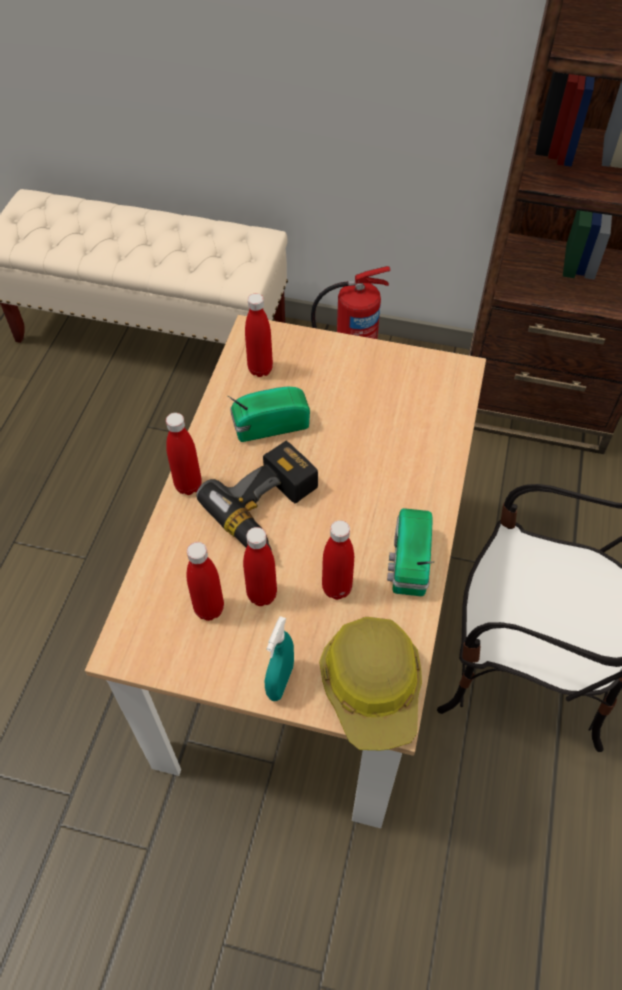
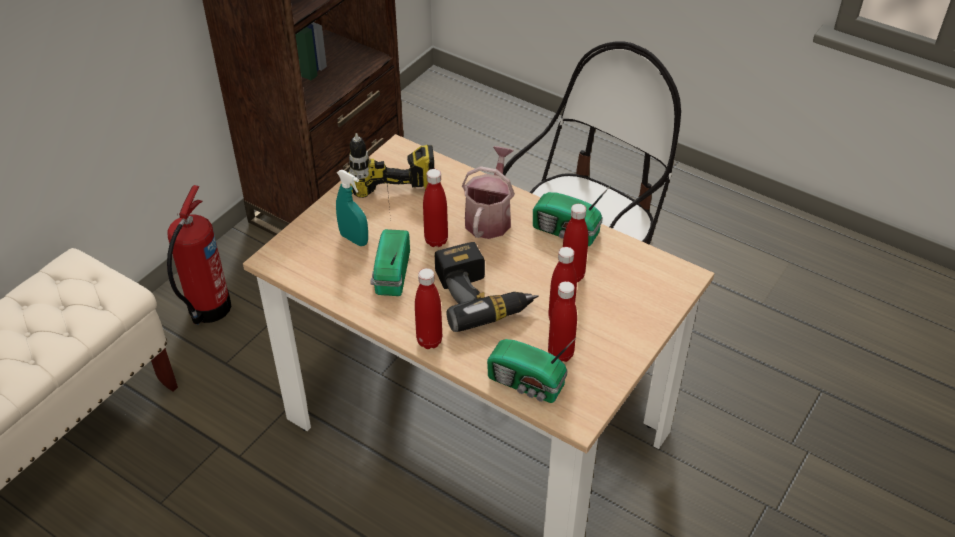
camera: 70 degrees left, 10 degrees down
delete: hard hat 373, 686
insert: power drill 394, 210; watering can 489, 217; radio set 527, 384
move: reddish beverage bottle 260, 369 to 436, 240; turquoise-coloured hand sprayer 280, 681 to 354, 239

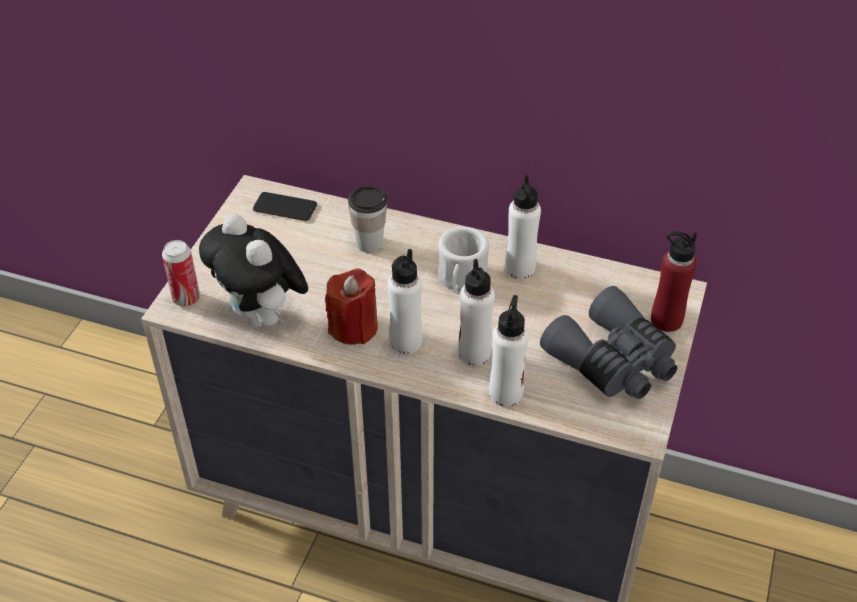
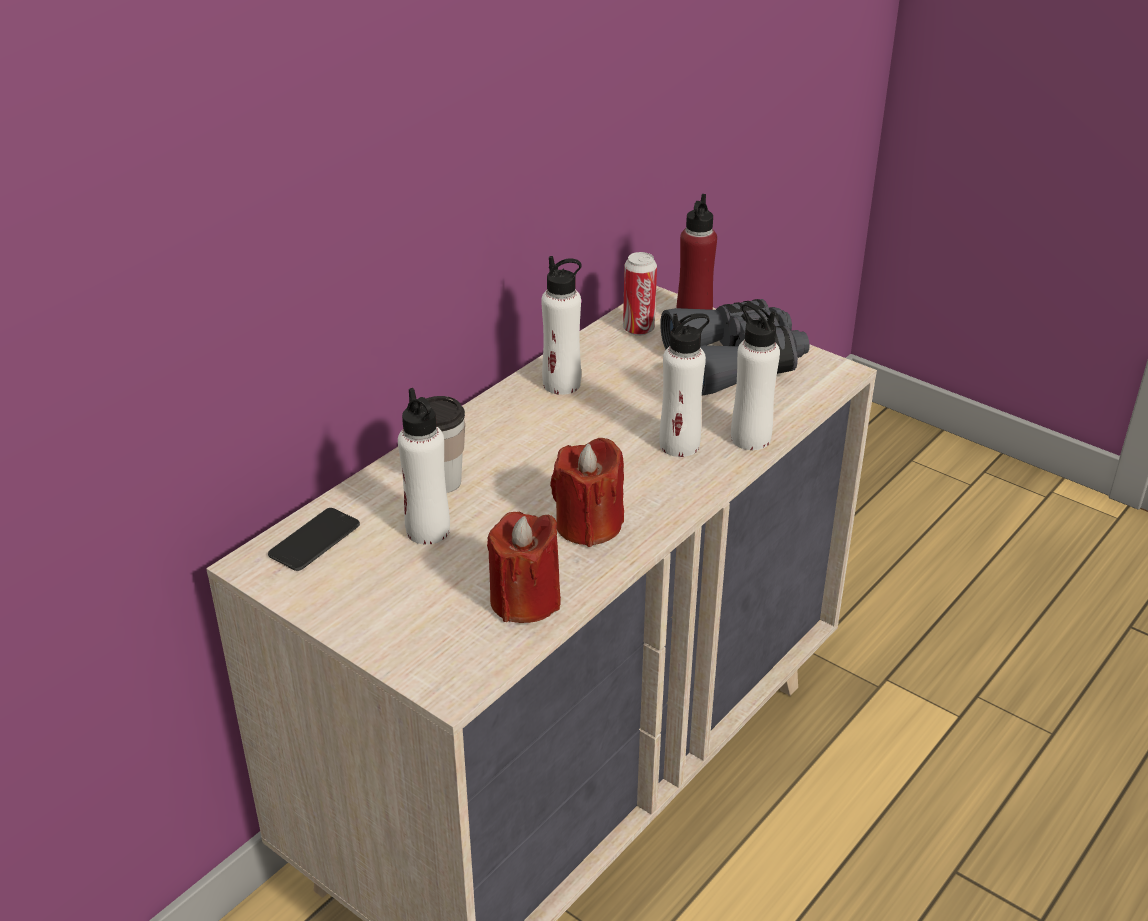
camera: 70 degrees left, 10 degrees down
delete: whitish mug 461, 280
move: sealed can 186, 298 to 638, 329; whitish beverage bottle 405, 341 to 428, 531
replace: plush toy 262, 317 to reddish candle 525, 600

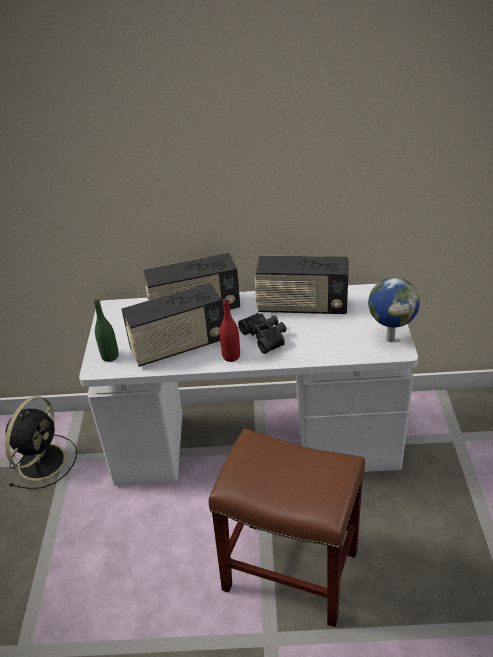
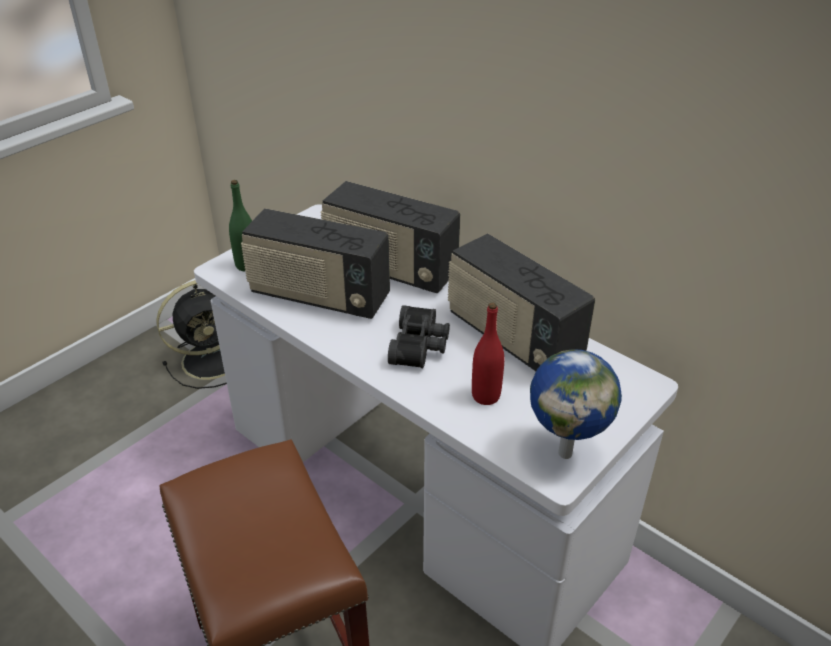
camera: 40 degrees right, 0 degrees up
move: reddish beverage bottle 231, 356 to 486, 396

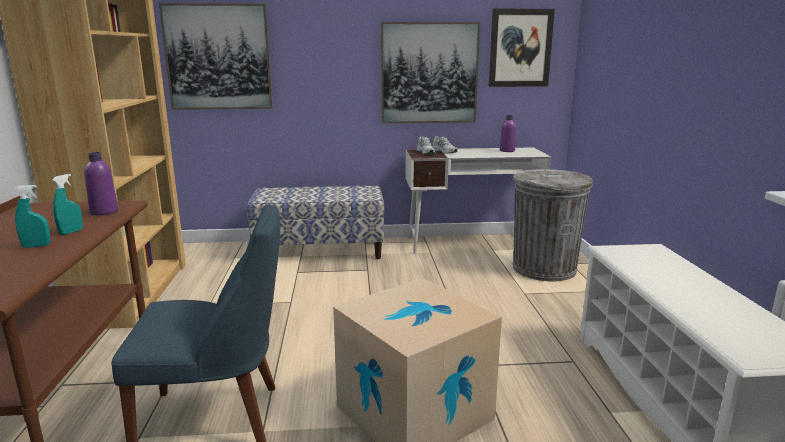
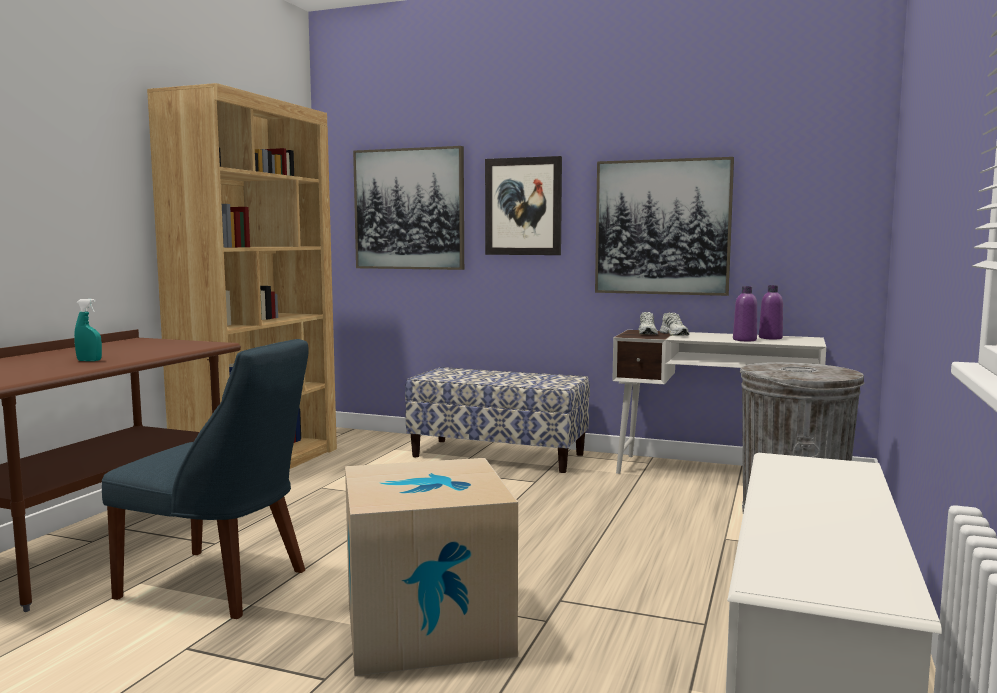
camera: 25 degrees right, 10 degrees down
delete: turquoise-coloured hand sprayer 71, 232
move: picture 520, 48 to 523, 206; purple-coloured beverage bottle 104, 212 to 744, 340

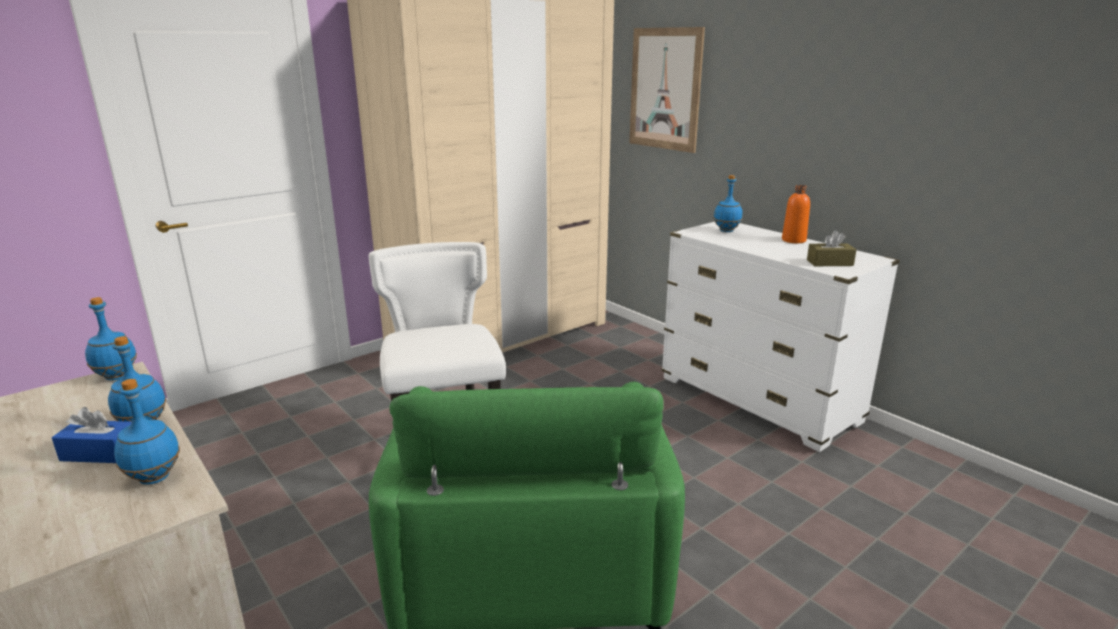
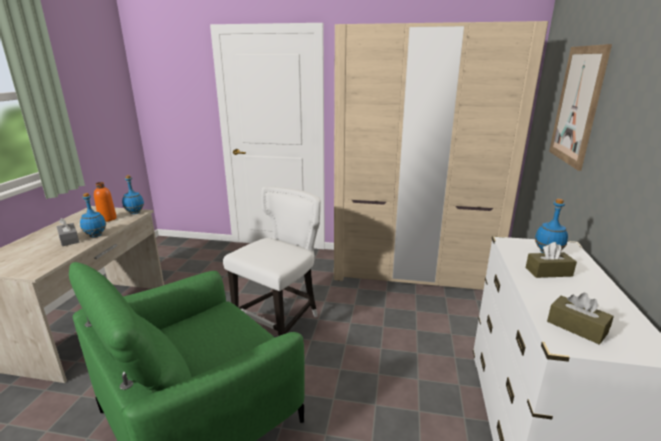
camera: 50 degrees right, 0 degrees up
delete: bluish beverage bottle 153, 478
insert: brownish tissue holder 548, 272
move: orange-coloured beverage bottle 793, 240 to 107, 219
recolor: bluish tissue holder 101, 453 to greyish tissue holder 69, 239

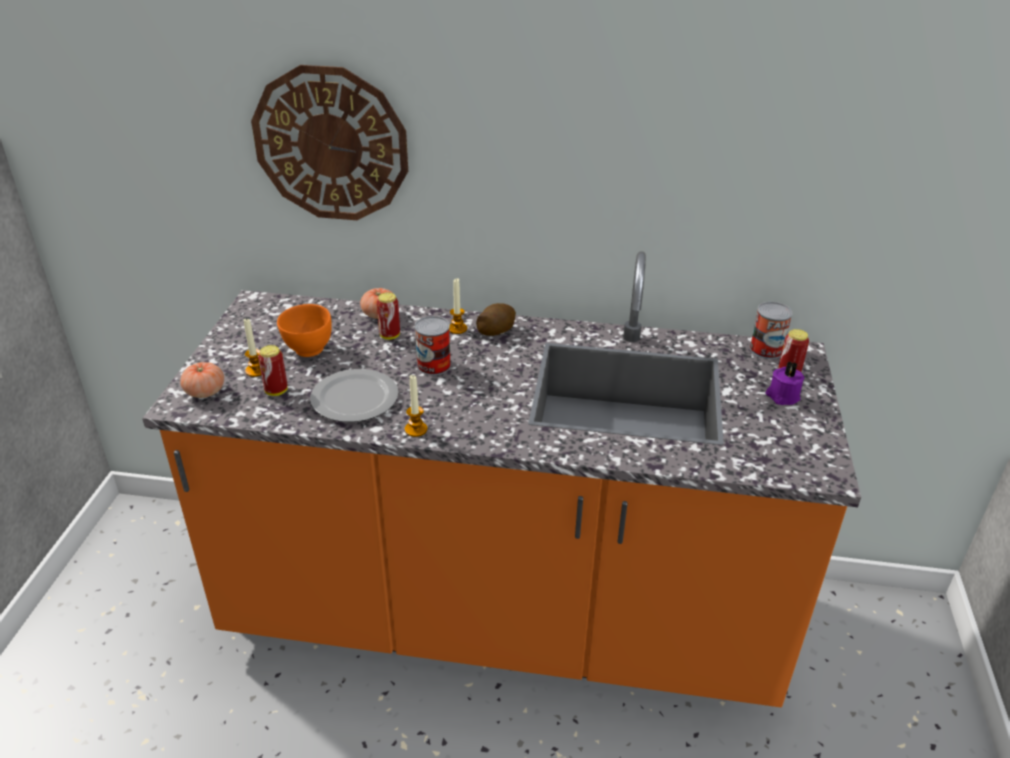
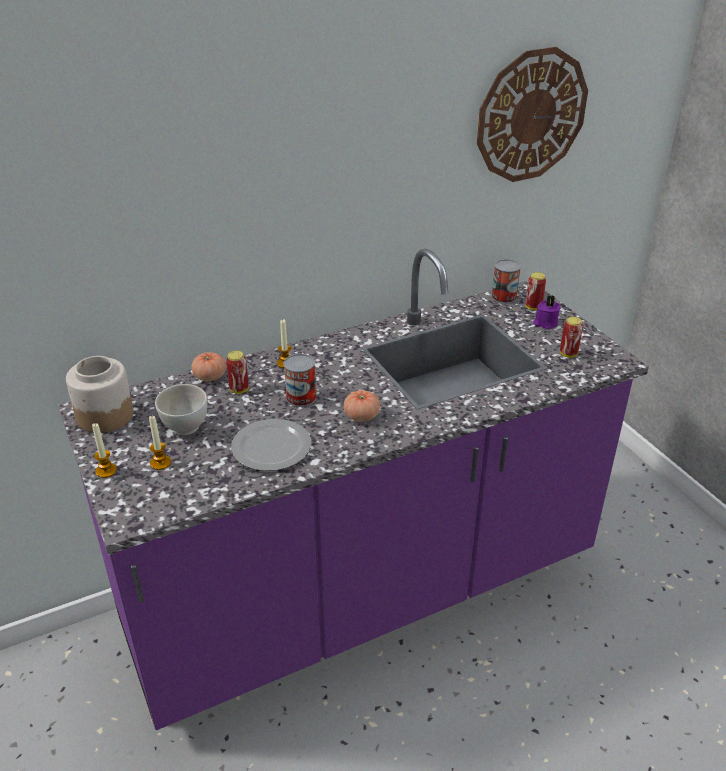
camera: 35 degrees left, 0 degrees up
delete: spud 496, 330
insert: jar 104, 415
move: hanging clock 331, 144 to 531, 116; sealed can 276, 391 to 568, 354; whole tomato 205, 392 to 361, 416; candle 416, 429 to 106, 471
recolor: orange-coloured kitchen base unit 501, 619 to purple-coloured kitchen base unit 362, 595; orange-coloured deep dish 308, 350 to whitish deep dish 185, 428

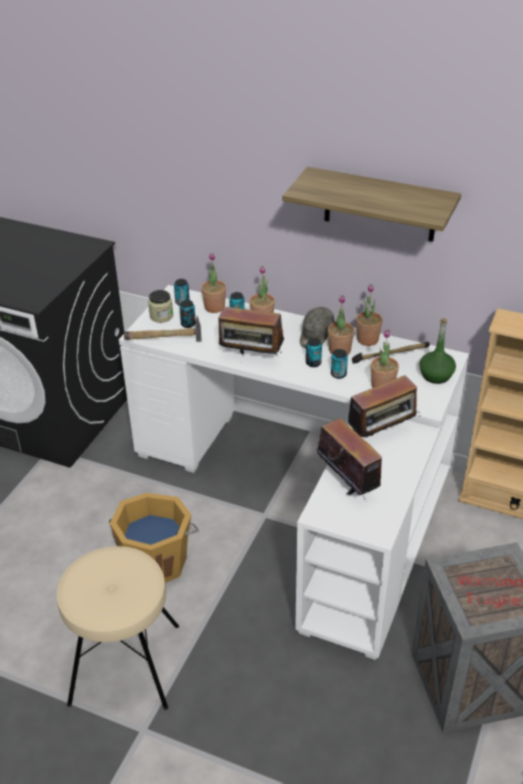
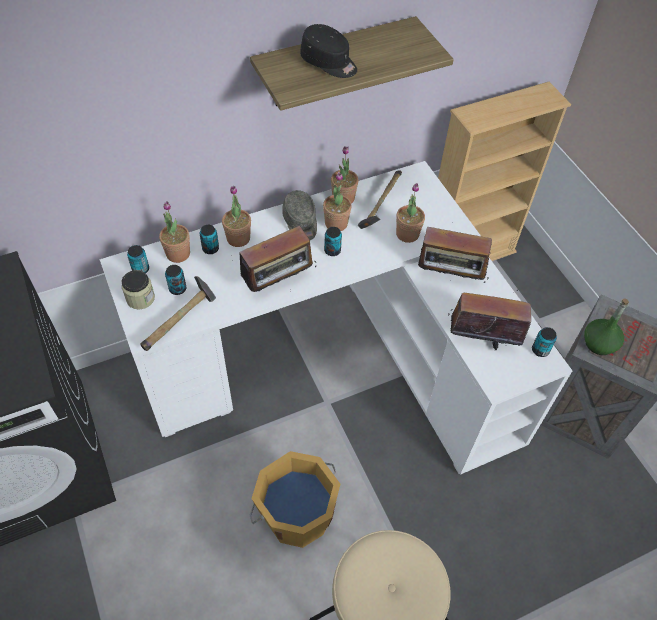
camera: 50 degrees left, 15 degrees up
insert: black-coloured peaked cap 329, 63
move: green beverage bottle 436, 375 to 599, 343; sealed can 338, 374 to 540, 350
rotate: radio set 382, 434 = 449, 277 90 degrees clockwise

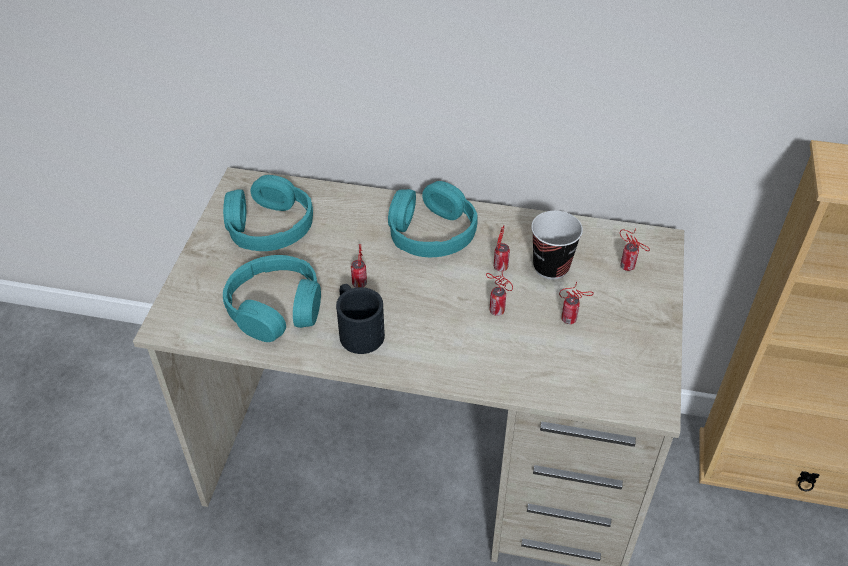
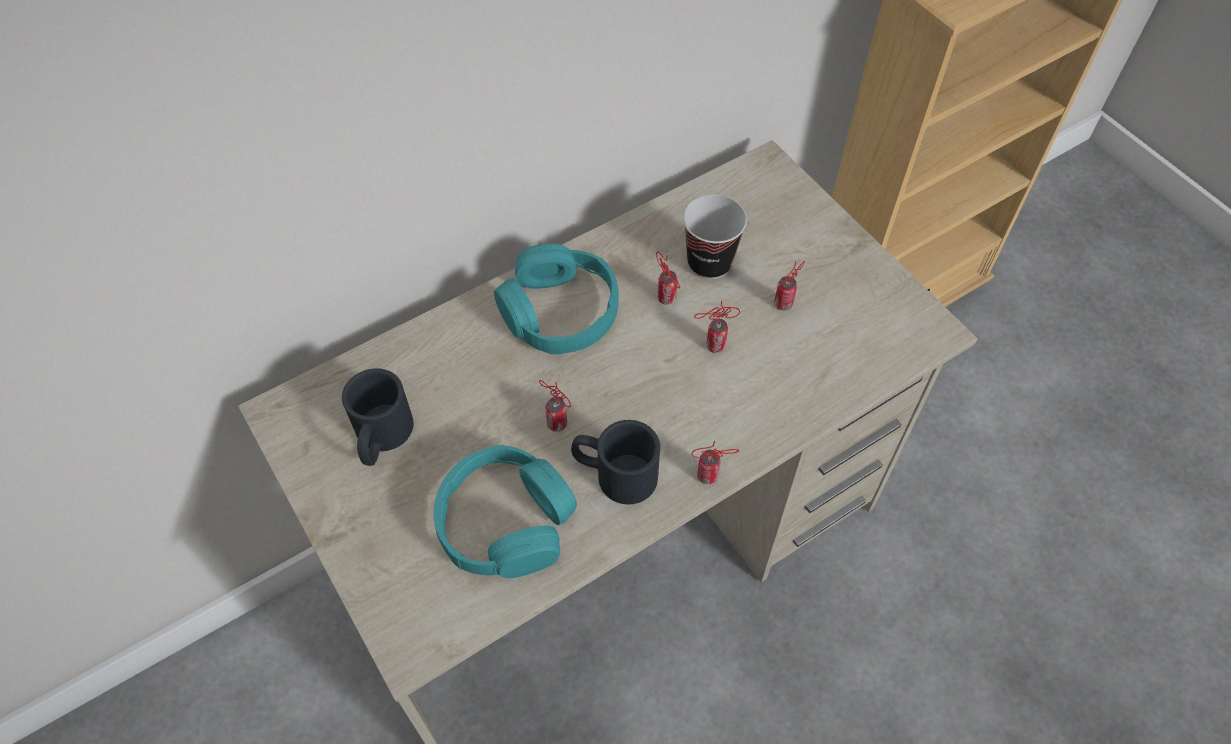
camera: 45 degrees left, 10 degrees up
move: sealed can 629, 267 to 710, 475
replace: turquoise-coloured pair of headphones 269, 226 to black-coloured mug 381, 438

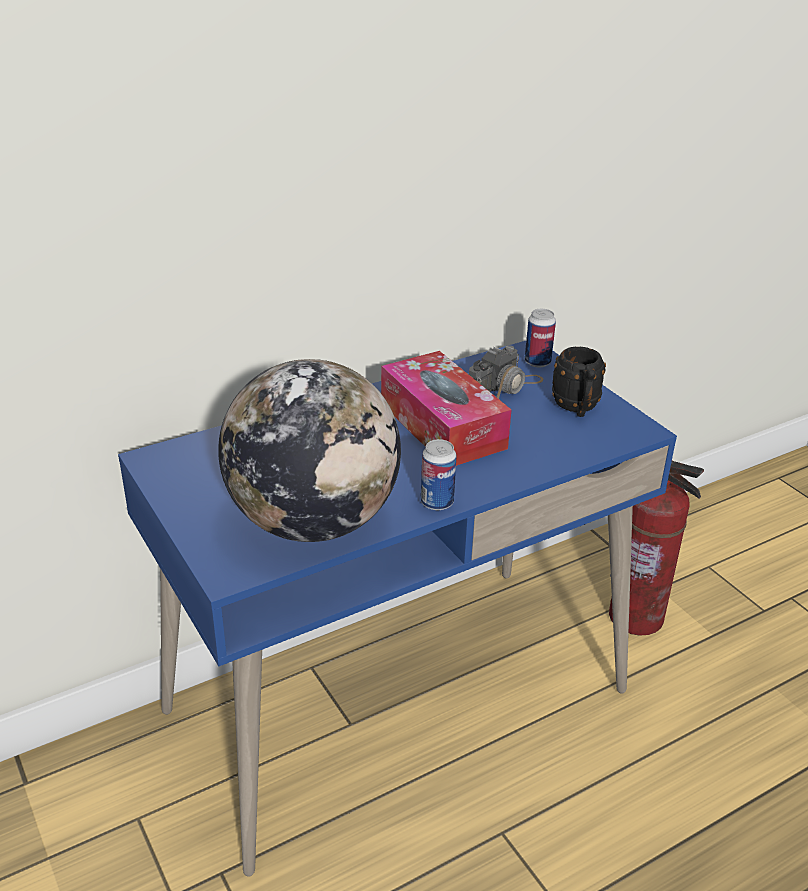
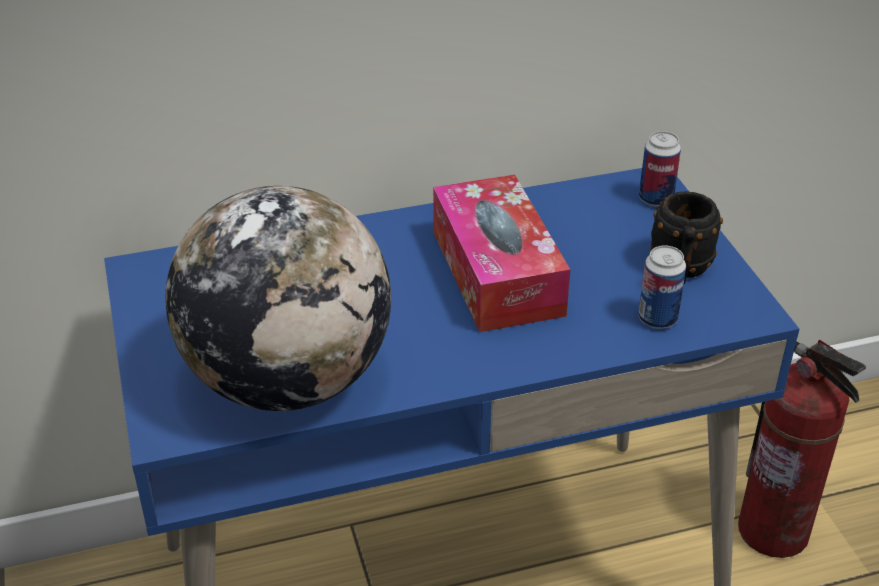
camera: 15 degrees right, 5 degrees up
delete: photo camera 505, 387
move: sealed can 437, 502 to 657, 319

